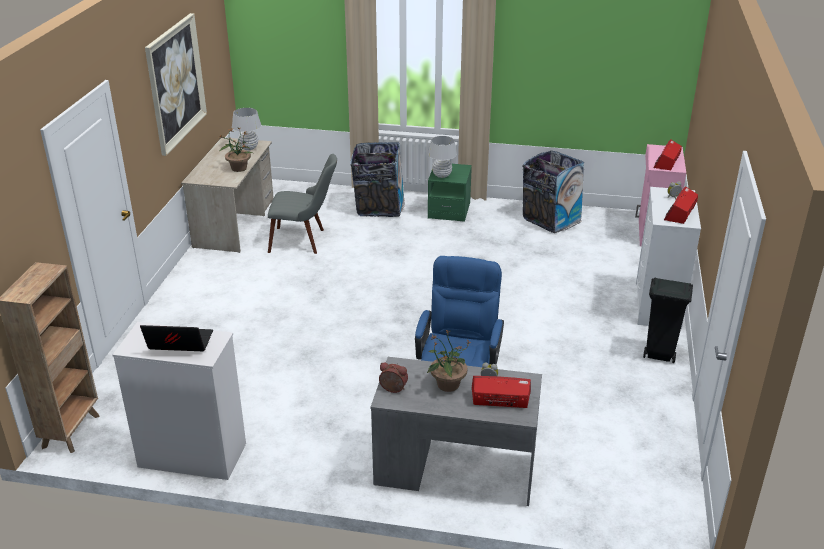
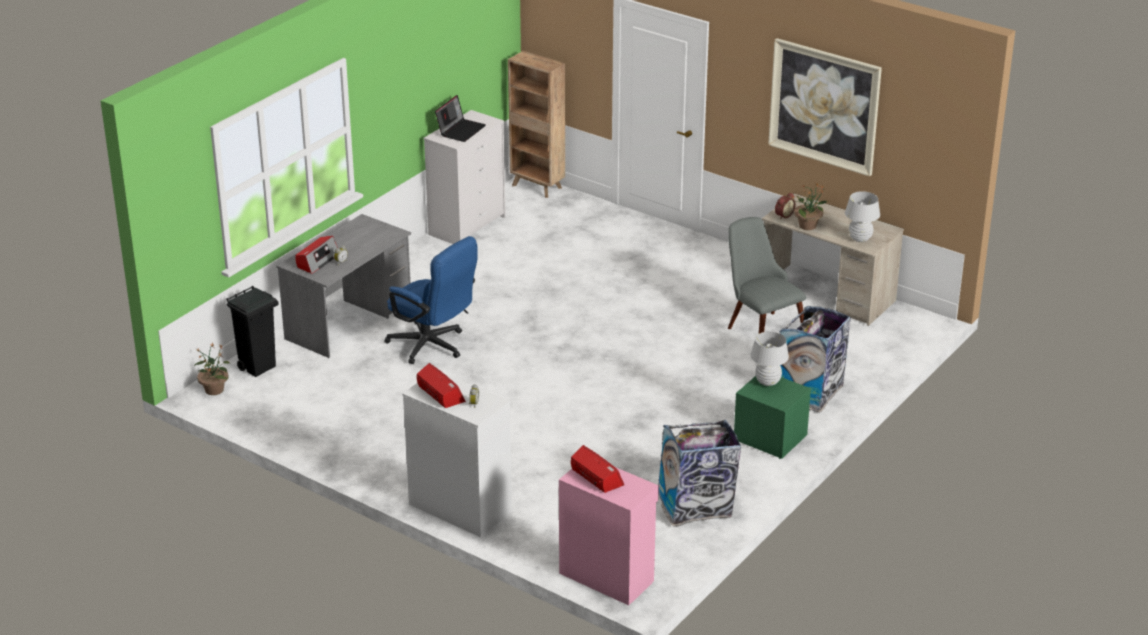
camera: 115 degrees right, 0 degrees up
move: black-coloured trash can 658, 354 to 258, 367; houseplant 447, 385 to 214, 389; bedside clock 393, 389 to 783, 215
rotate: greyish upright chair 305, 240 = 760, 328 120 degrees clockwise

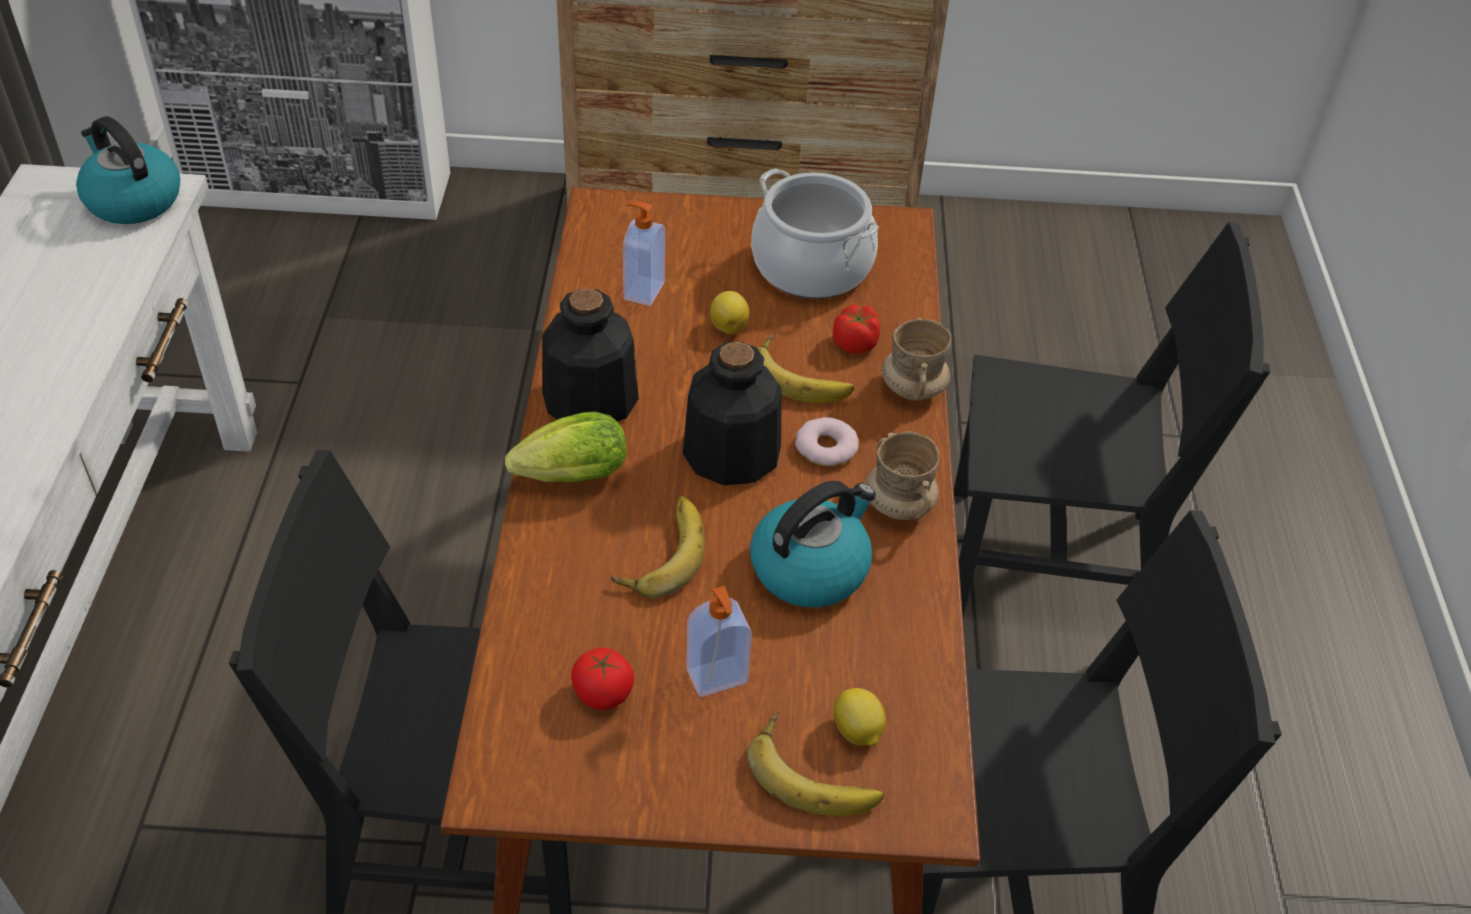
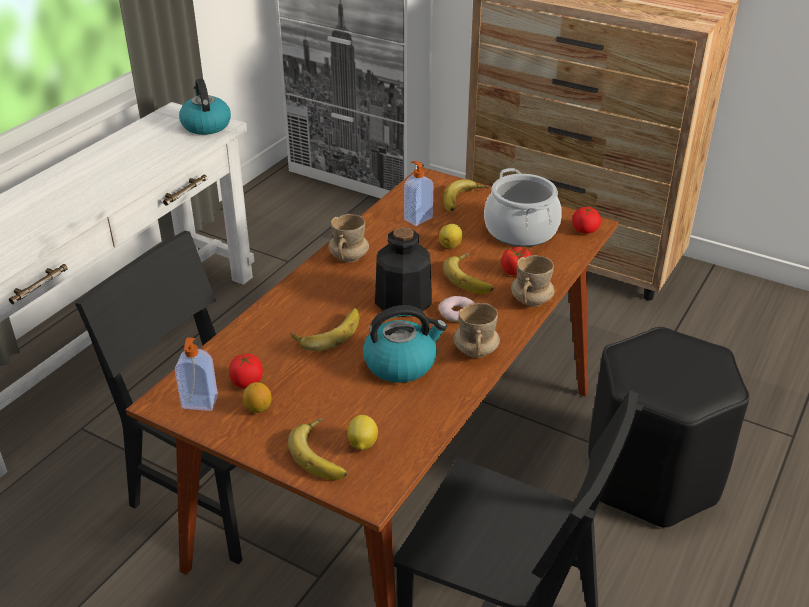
camera: 30 degrees right, 10 degrees down
delete: lettuce 566, 477
insert: banana fruit 464, 200; whole tomato 584, 230; whole lemon 258, 408
move: soap bottle 717, 678 to 199, 403
replace: black-coloured upright chair 1050, 565 to black-coloured sitting stool 651, 478; beverage bottle 589, 399 to beige mug 349, 257

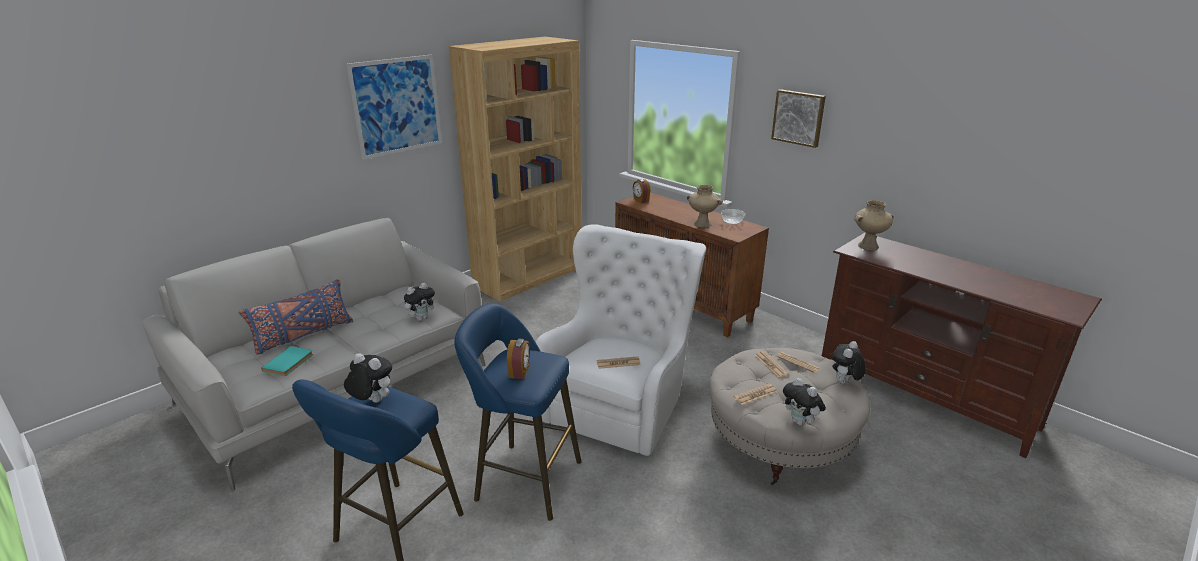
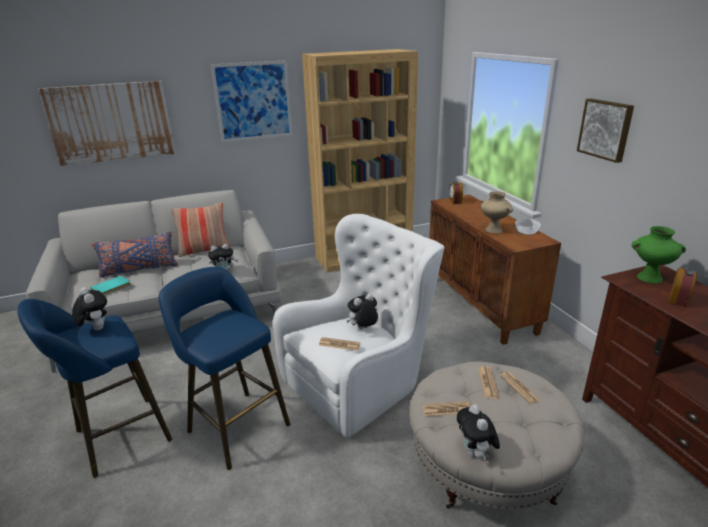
camera: 25 degrees right, 0 degrees up
insert: picture 111, 122; throw pillow 204, 250
move: bedside clock 519, 372 to 678, 300; plush toy 844, 383 to 363, 329
recolor: beige decorative vase 868, 246 to green decorative vase 650, 278

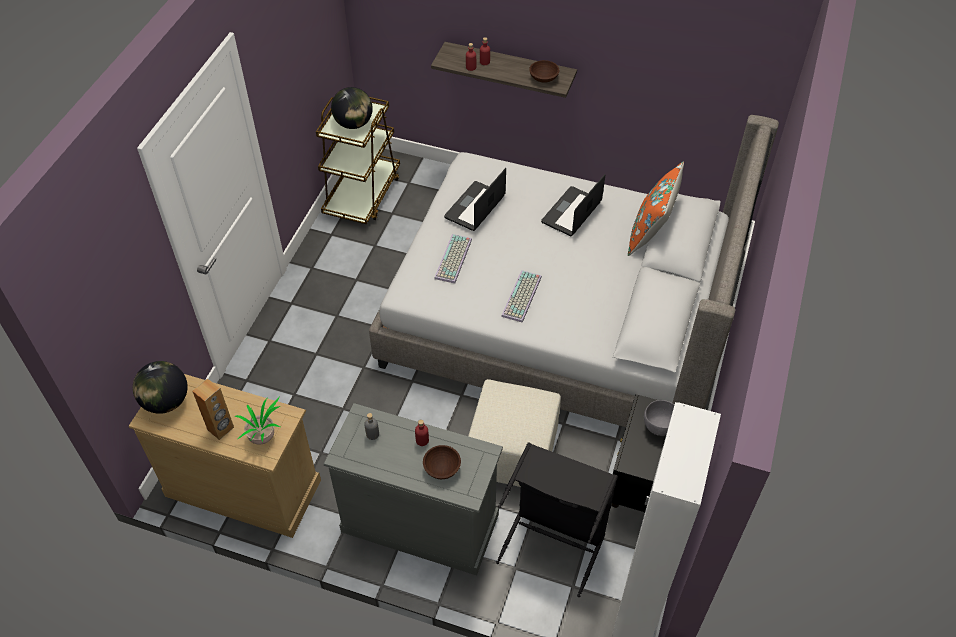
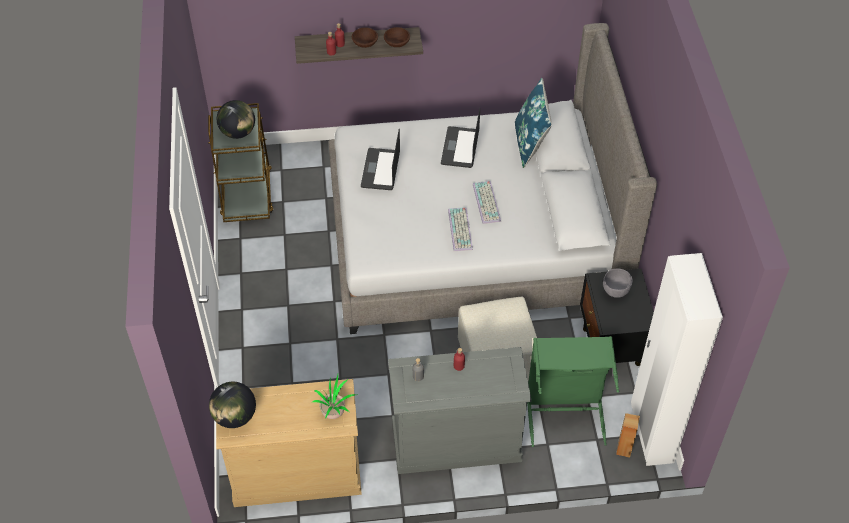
camera: 25 degrees left, 0 degrees up
move: keyboard 454, 259 to 487, 203; brownish audio speaker 221, 429 to 624, 449; brownish deep dish 441, 468 to 364, 43
recolor: orange-coloured throw pillow 650, 233 to bluish throw pillow 530, 144; black-coloured hamper 555, 539 to green hamper 565, 411

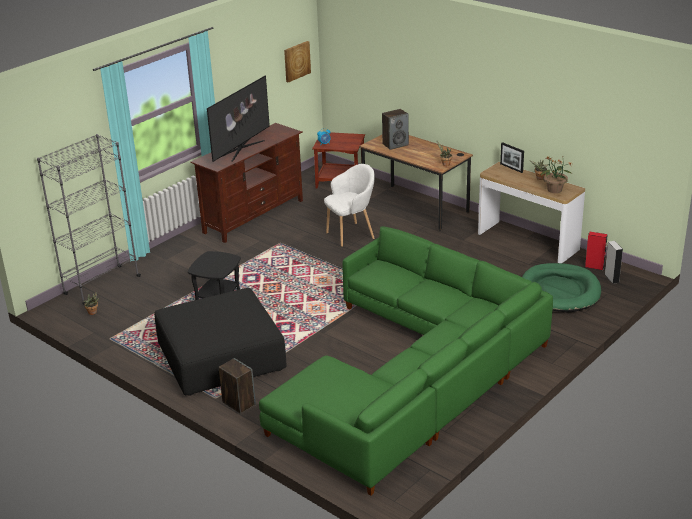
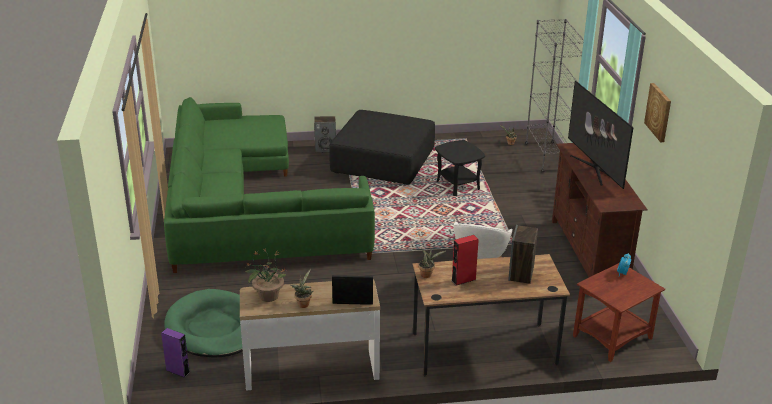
camera: 130 degrees right, 0 degrees up
move: picture 296, 61 to 659, 112; reddish audio speaker 594, 267 to 463, 280
recolor: greyish audio speaker 611, 278 to purple-coloured audio speaker 178, 371

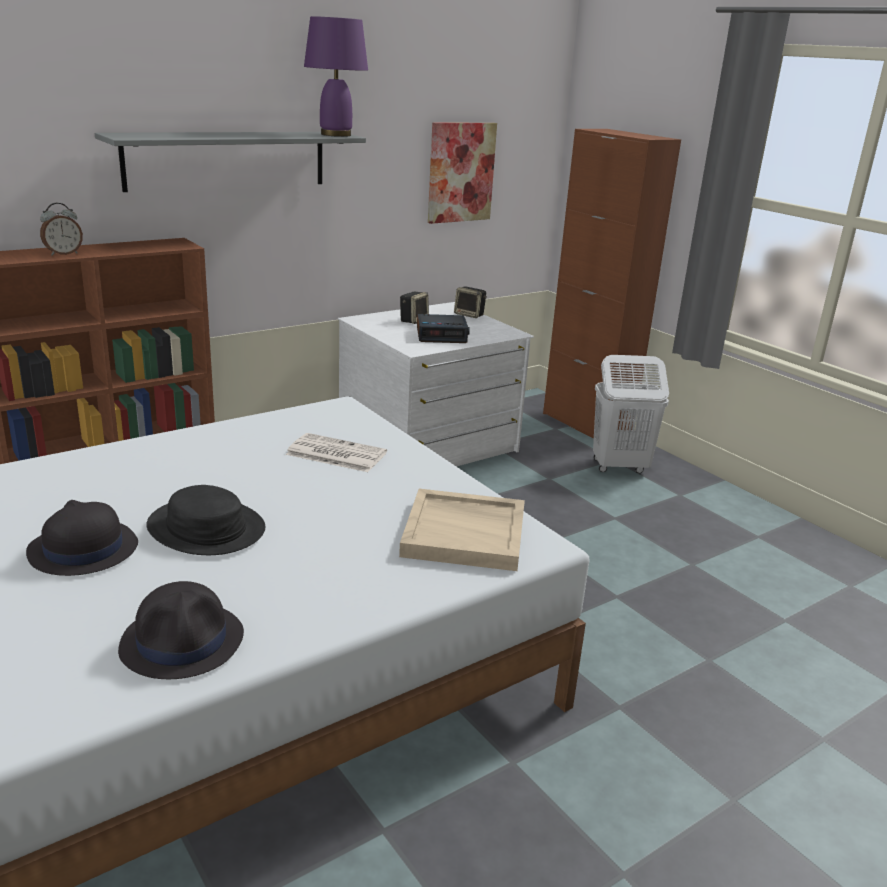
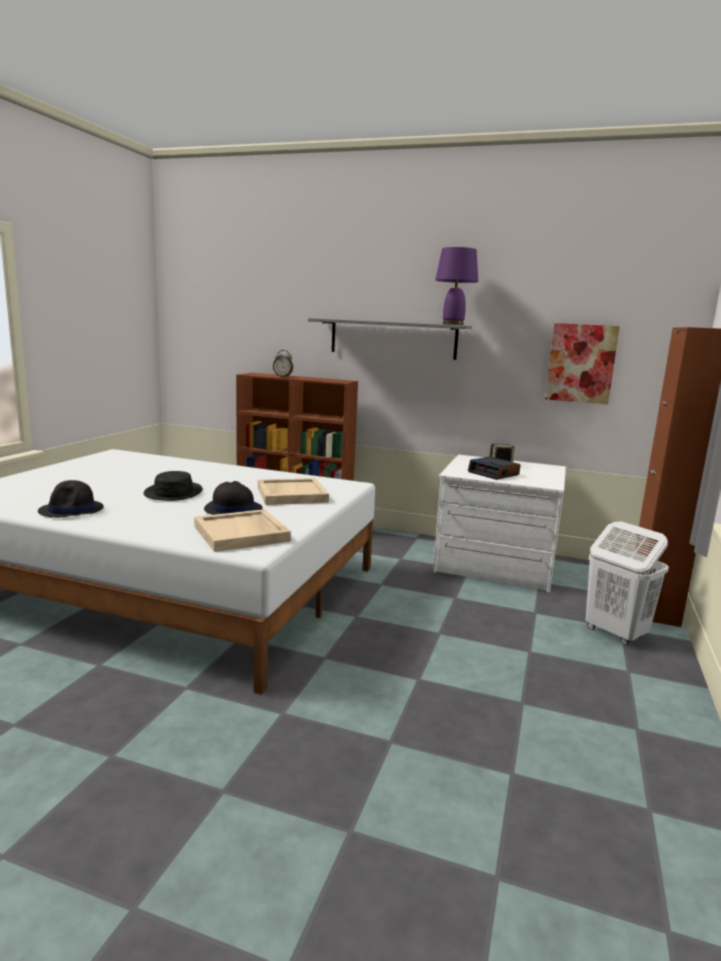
camera: 55 degrees right, 10 degrees down
delete: audio speaker 470, 315
move: black-coloured wearable hat 82, 549 to 233, 509
replace: daily paper 335, 454 to beige serving tray 291, 494

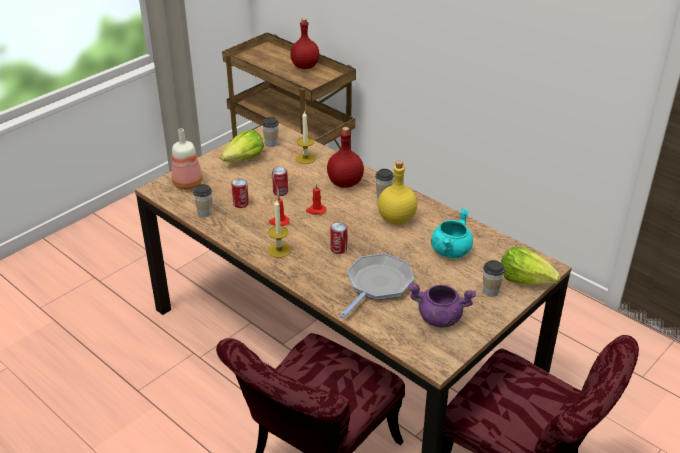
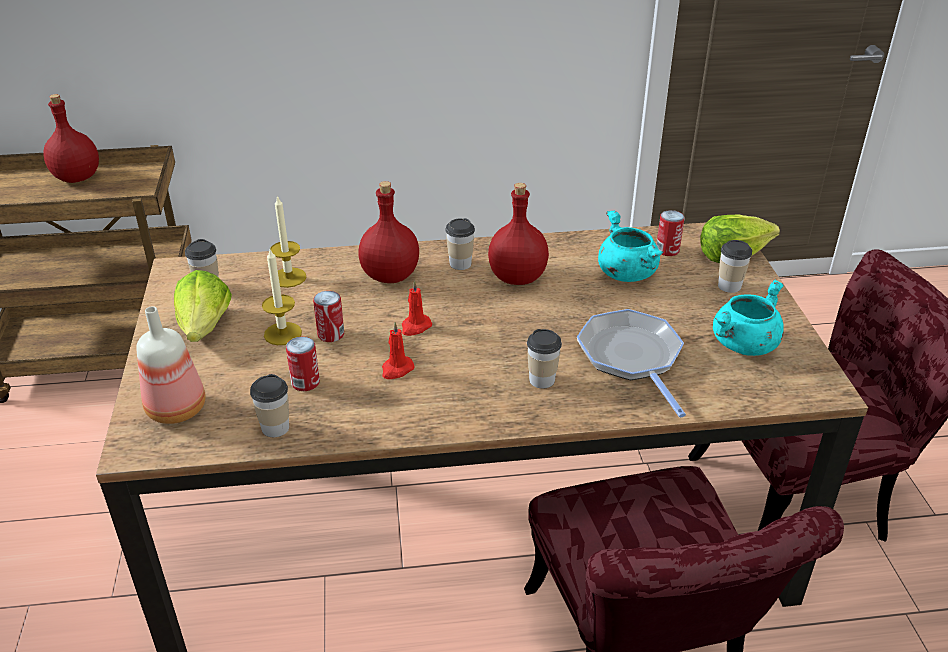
camera: 50 degrees left, 0 degrees up
insert: cup 542, 380
move: candle 279, 250 to 282, 333; sealed can 338, 249 to 667, 250
recolor: yellow beverage bottle 396, 218 to reddish beverage bottle 516, 277; purple-coloured stockpot 439, 318 to turquoise-coloured stockpot 744, 345

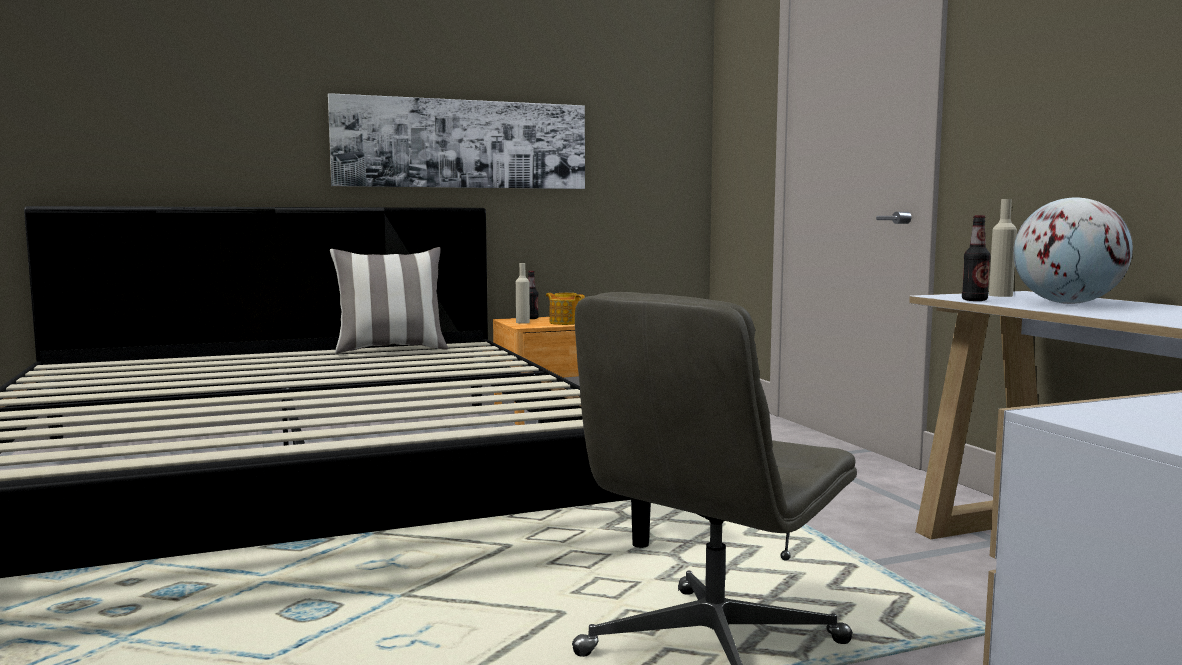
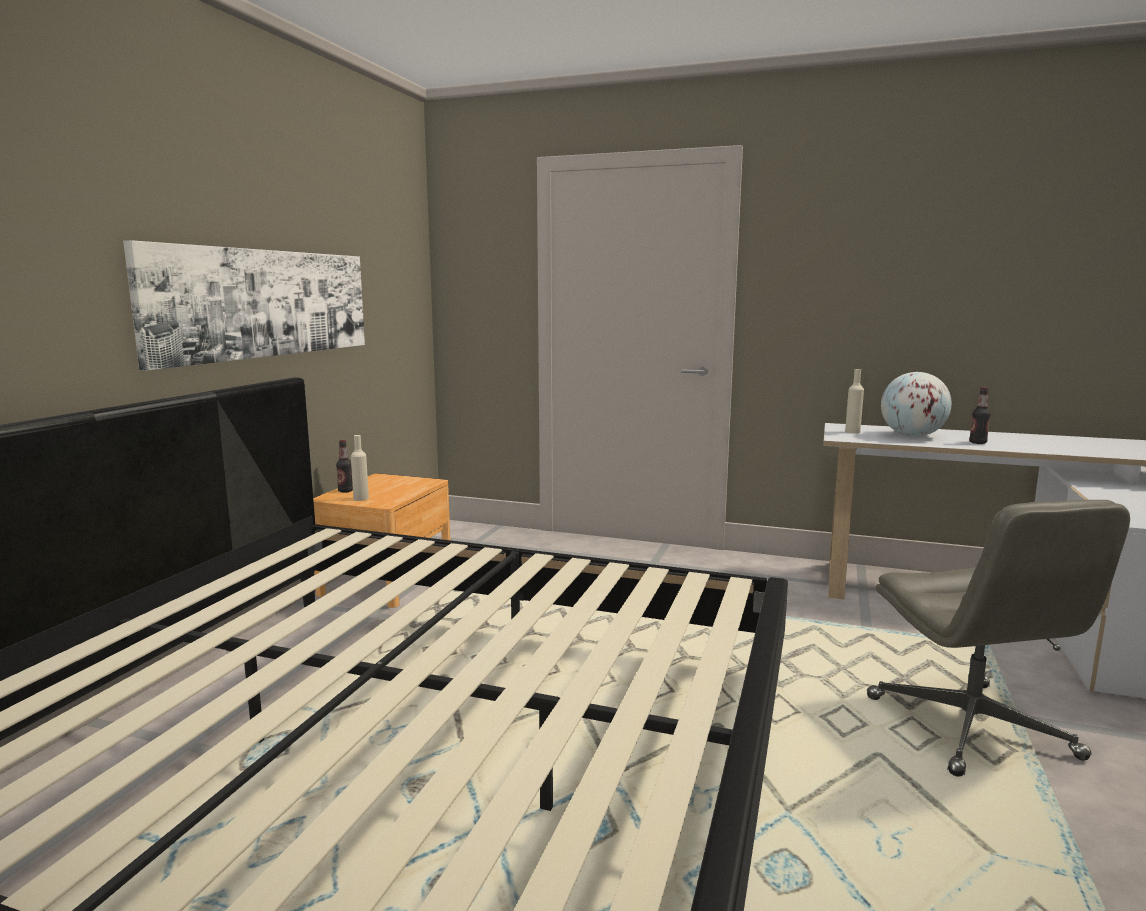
camera: 50 degrees left, 5 degrees up
delete: throw pillow 391, 349; teapot 565, 322
move: beverage bottle 974, 300 to 977, 442

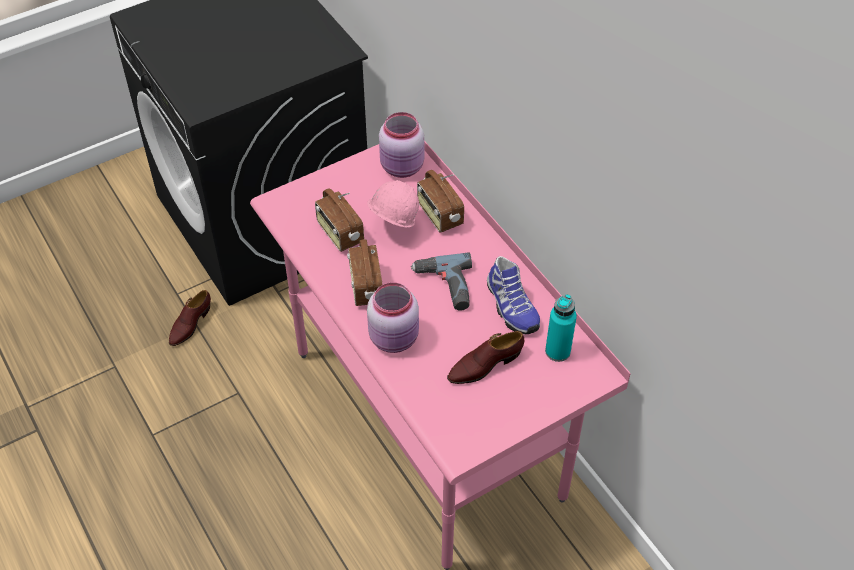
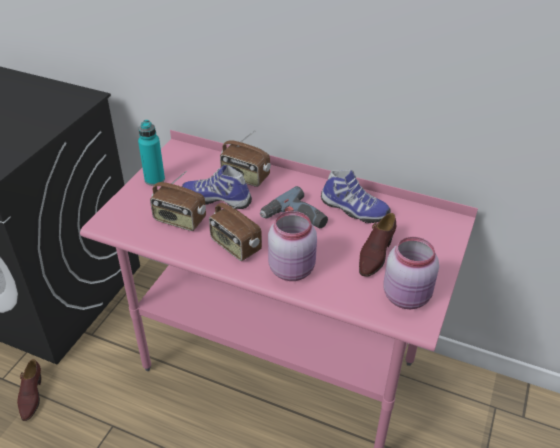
camera: 35 degrees left, 10 degrees down
move: pink-coloured jar 403, 167 to 407, 297; turquoise-coloured beverage bottle 557, 351 to 154, 180
replace: pink-coloured hard hat 392, 227 to low shoe 217, 199

